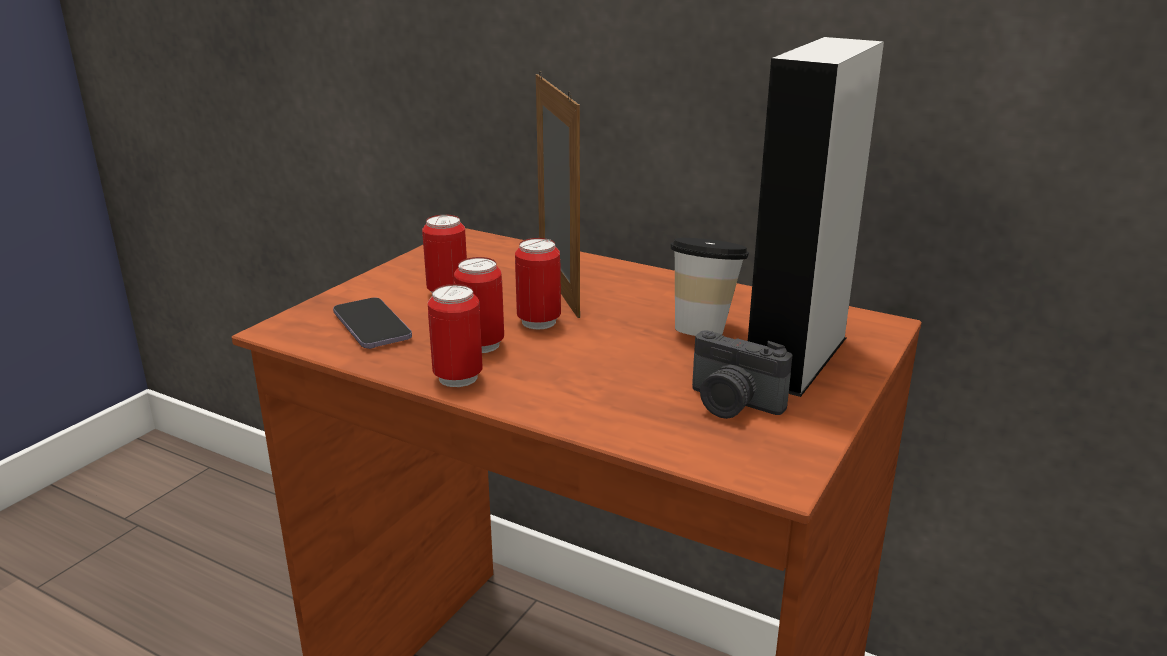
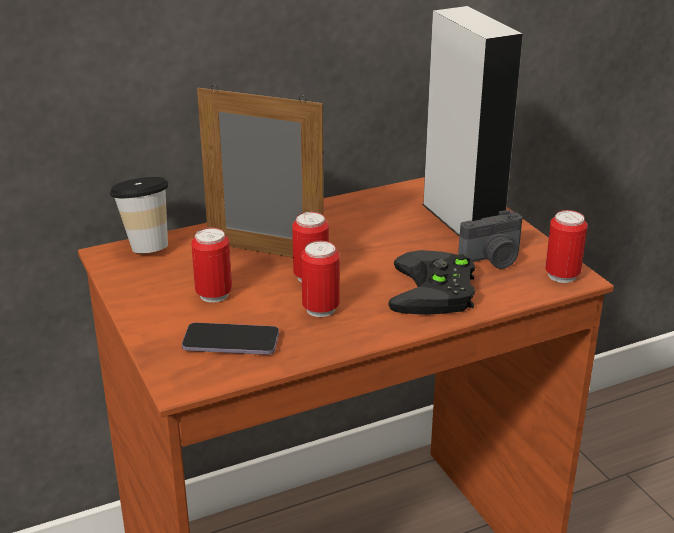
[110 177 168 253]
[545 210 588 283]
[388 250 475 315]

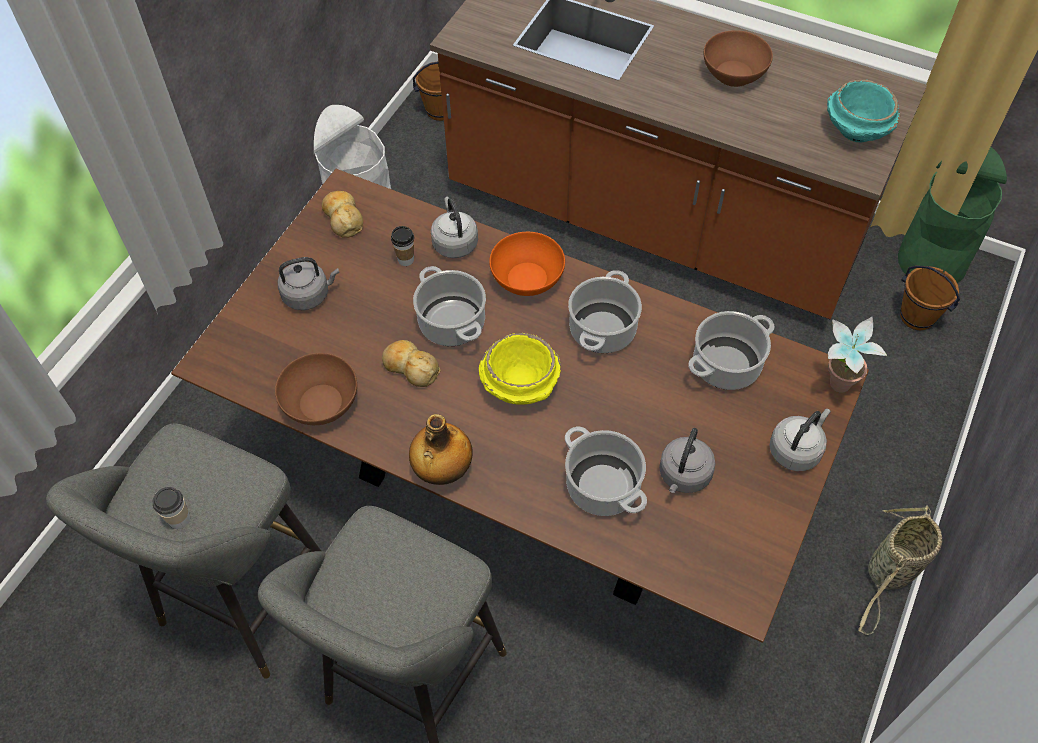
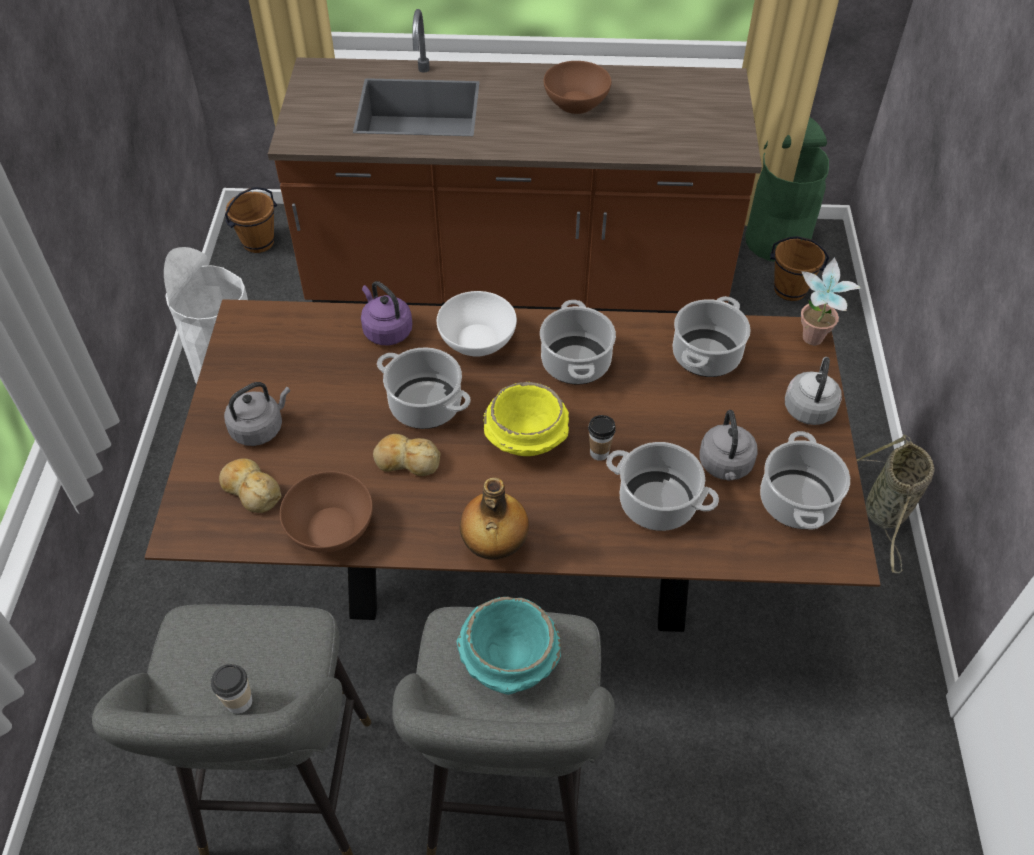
[457 597 561 695]
[219 458 281 513]
[361 281 412 345]
[588 415 616 461]
[437 291 517 357]
[760 431 850 529]

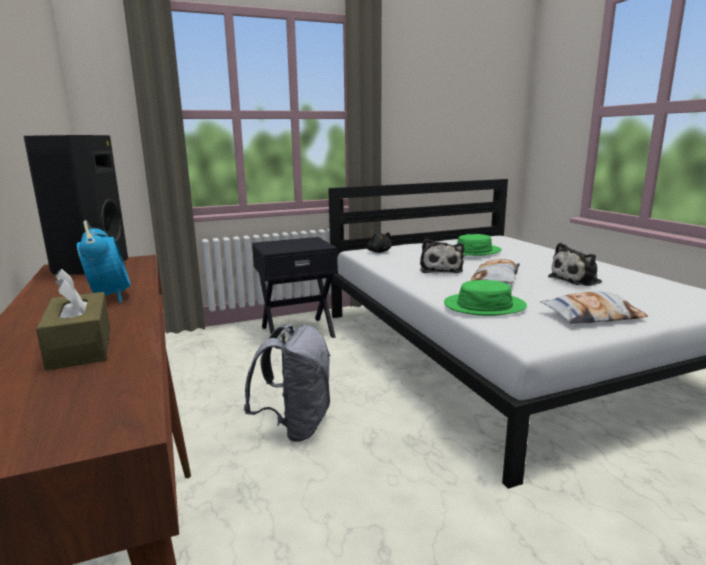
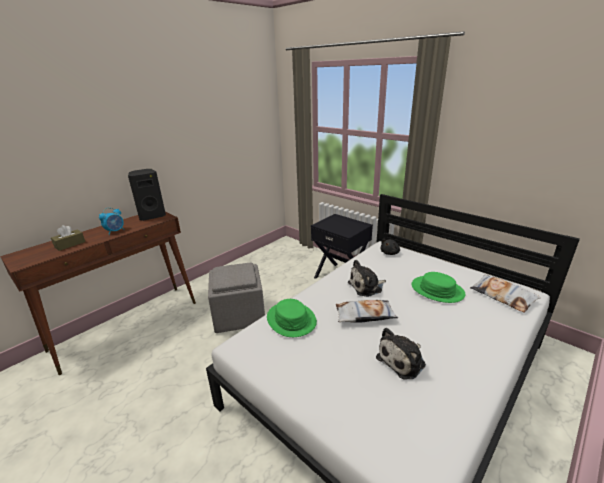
[376 328 426 379]
[470 274 541 313]
[208 263 265 333]

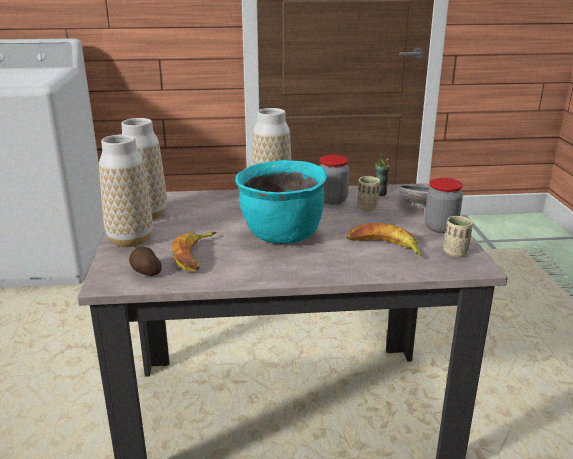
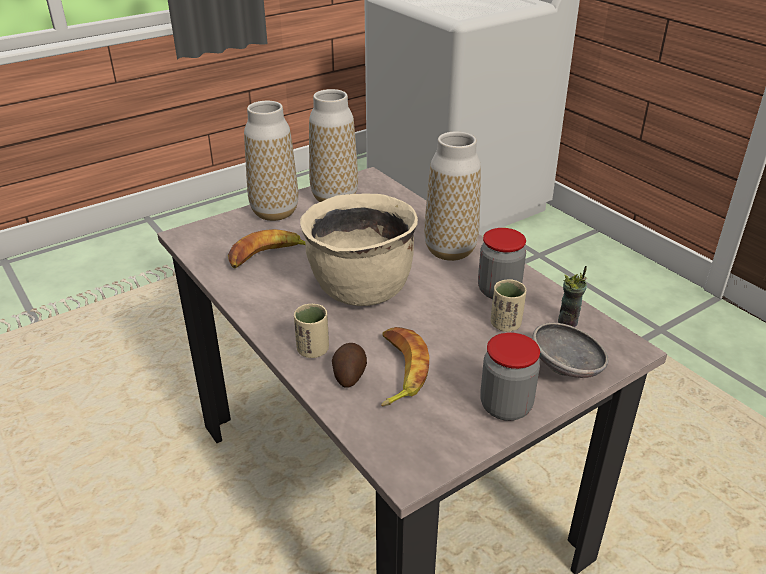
[300 194 418 306]
[294 304 329 358]
[332 343 367 387]

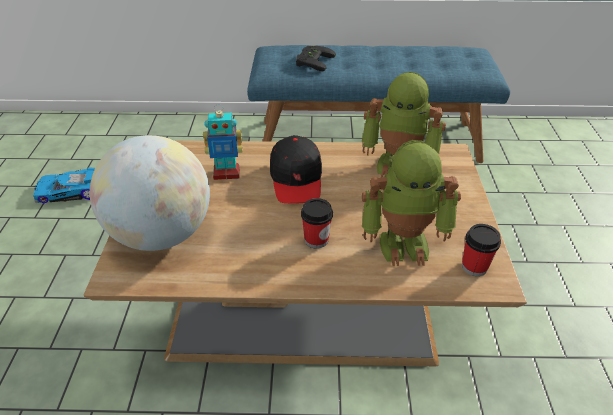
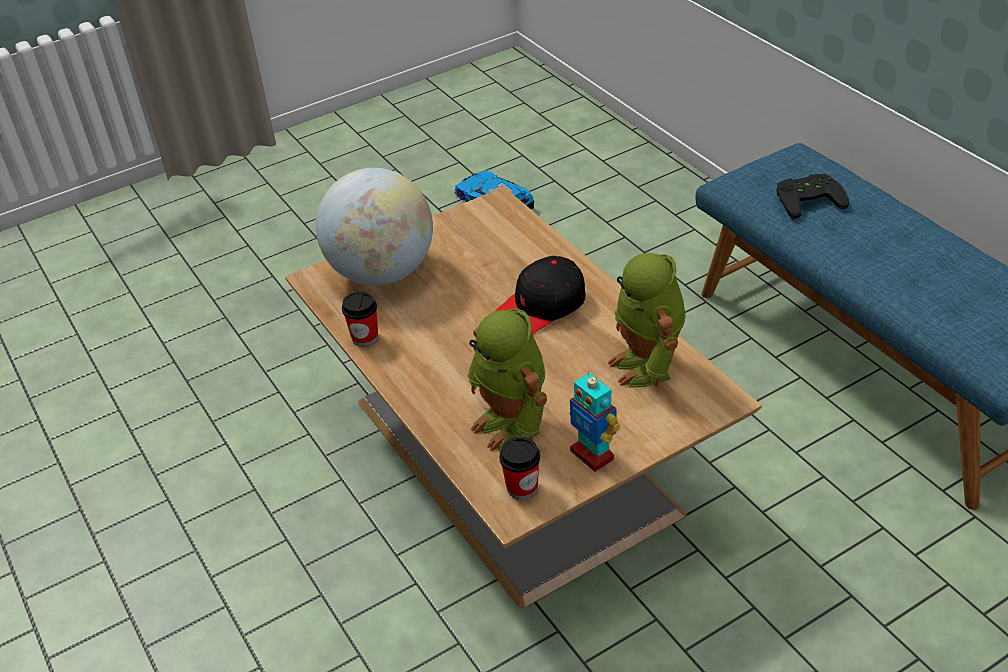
[569 370 620 472]
[342 291 378 347]

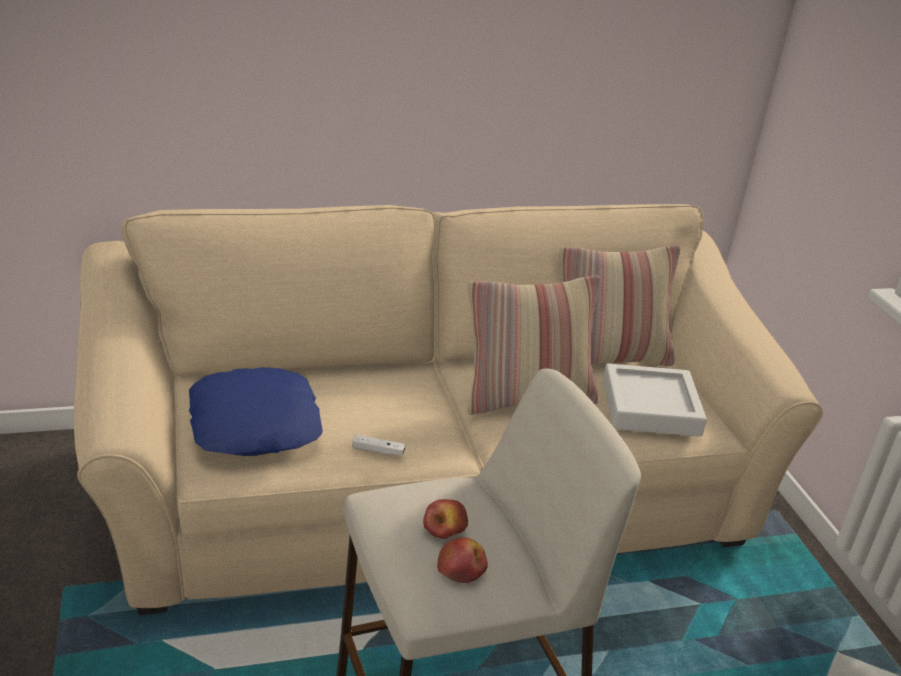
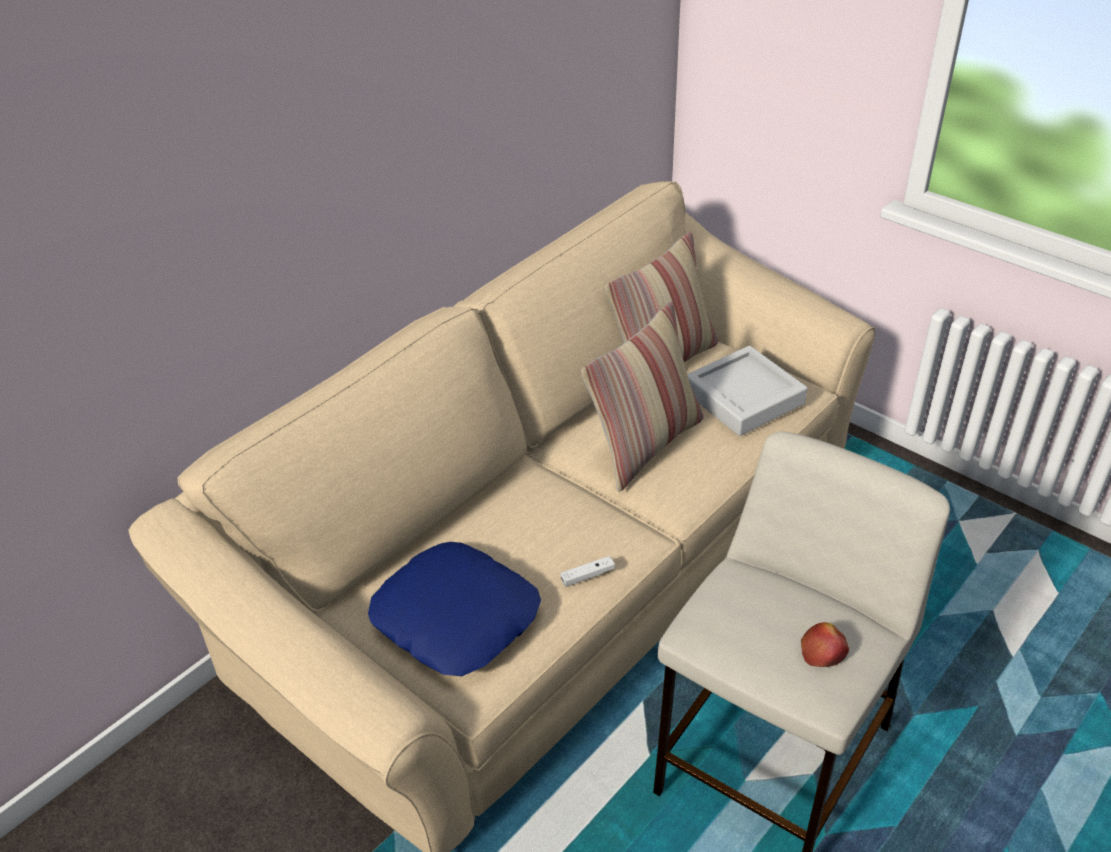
[423 499 468 539] (first image)

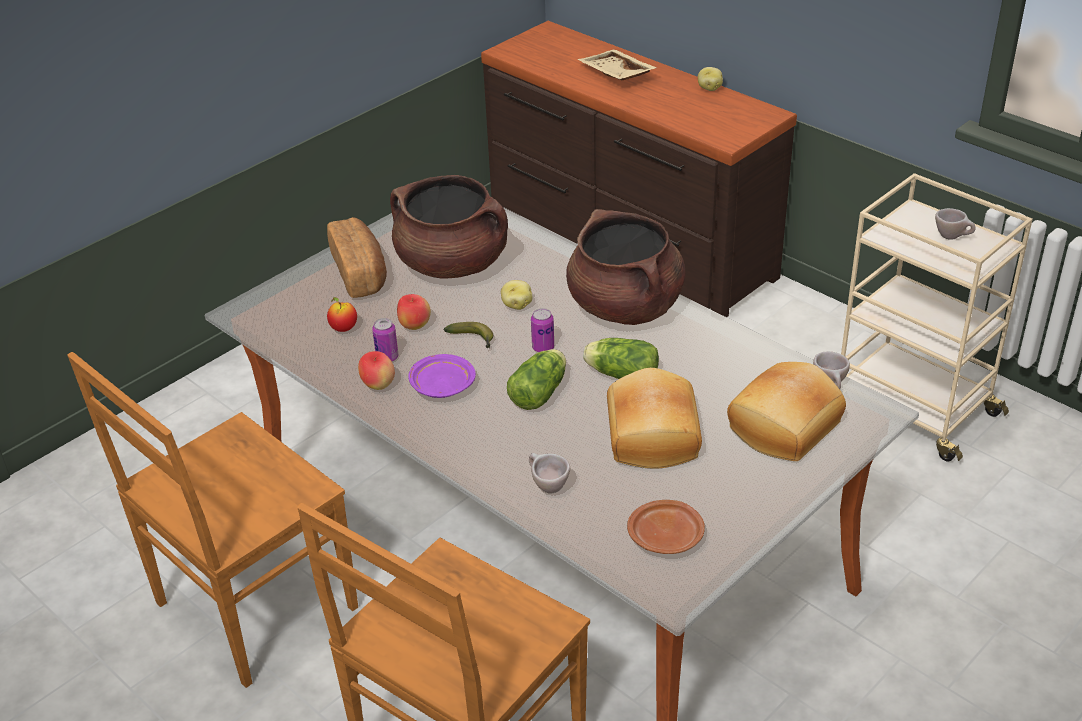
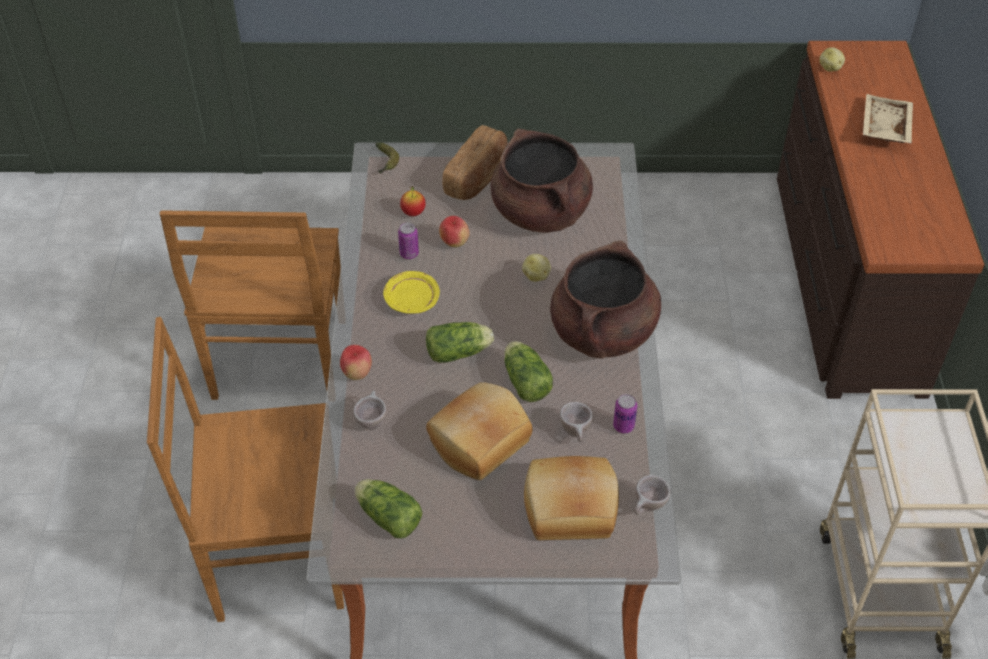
[819 47 845 72]
[560 402 593 442]
[613 394 637 433]
[375 143 399 174]
[340 345 372 380]
[160 210 341 400]
[383 271 440 314]
[355 479 422 538]

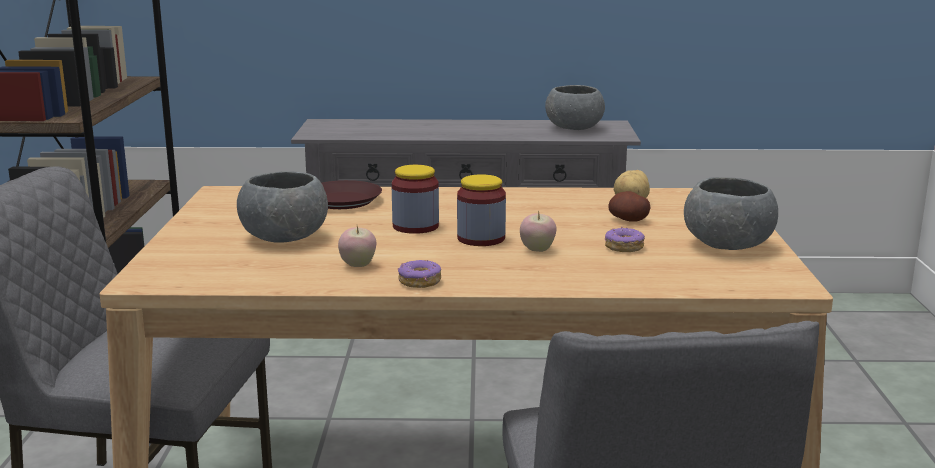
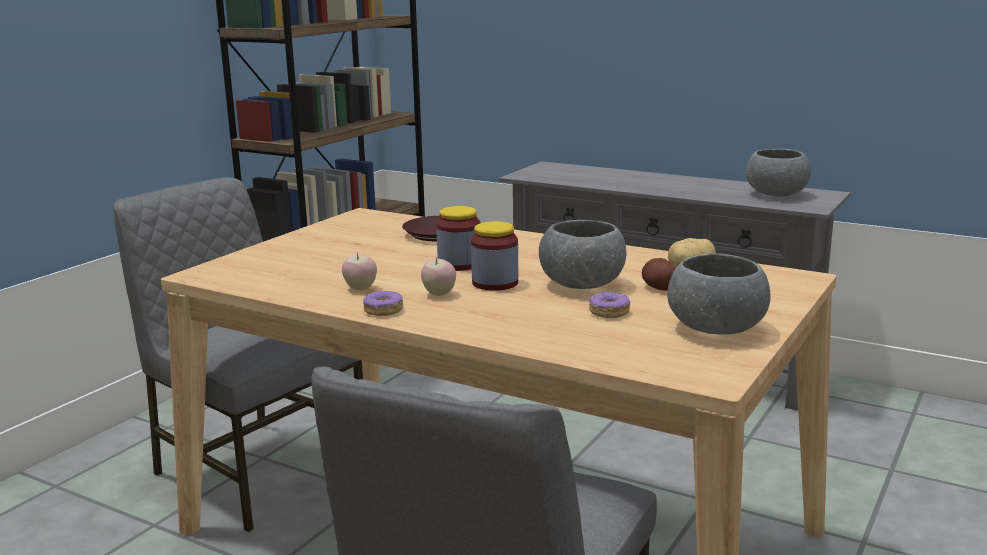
[539 220 627 289]
[421 256 456 296]

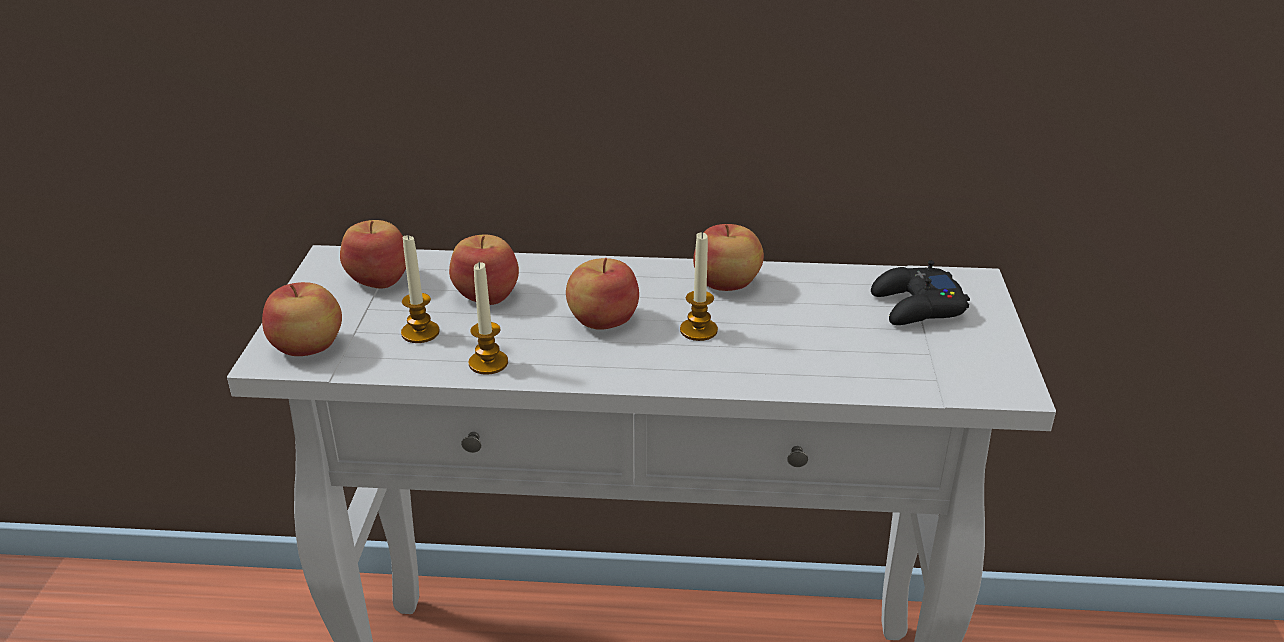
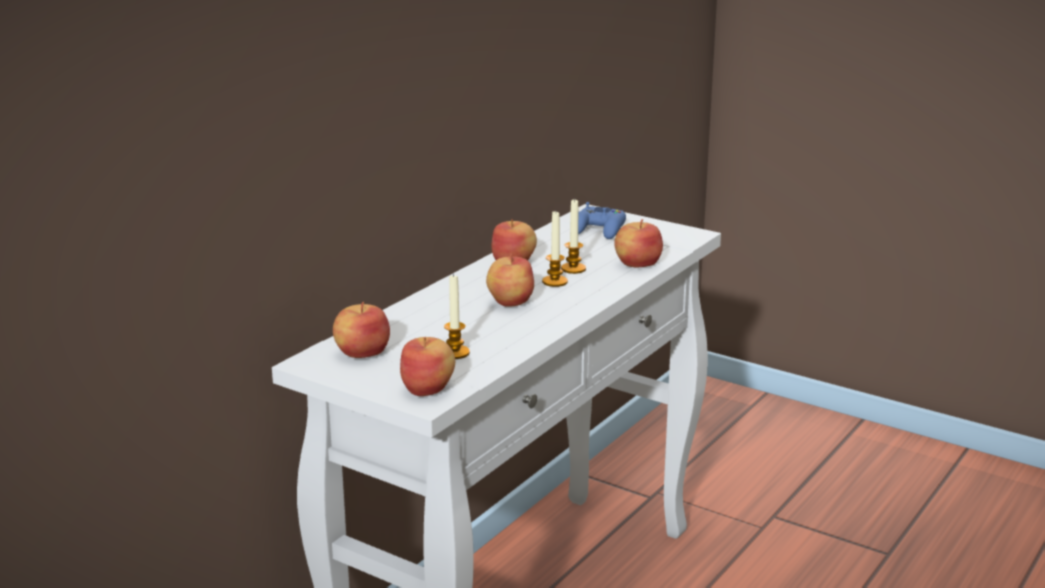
[614 219 663 267]
[578 202 626 239]
[561 199 586 274]

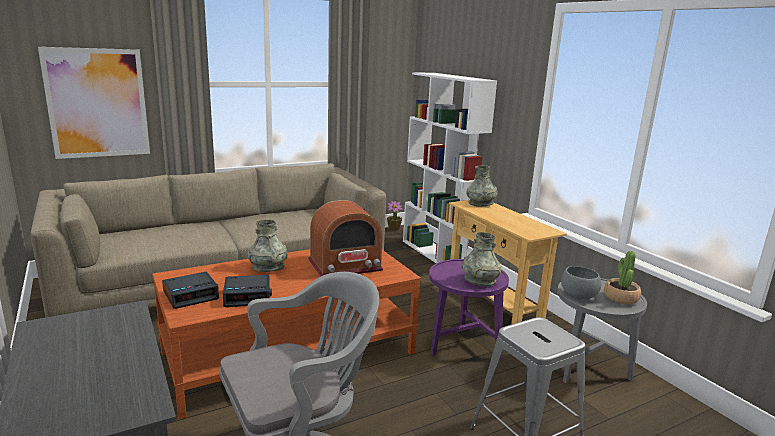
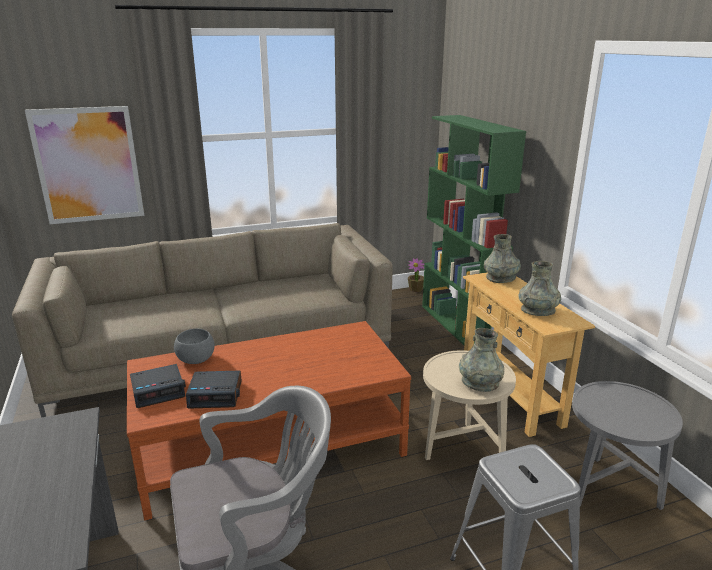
[422 115 526 348]
[308 200 383 277] (first image)
[518 261 561 316]
[604 251 641 304] (first image)
[423 350 516 460]
[174 328 215 364]

